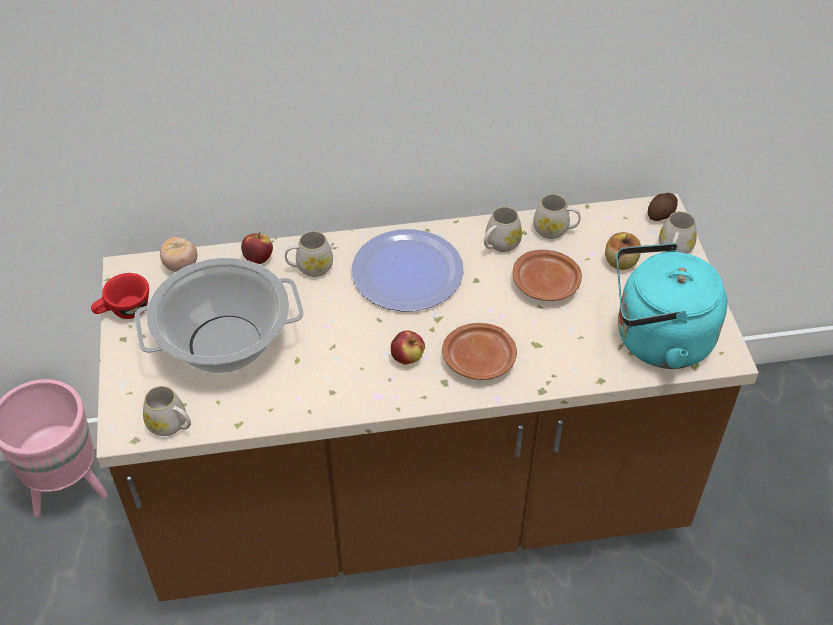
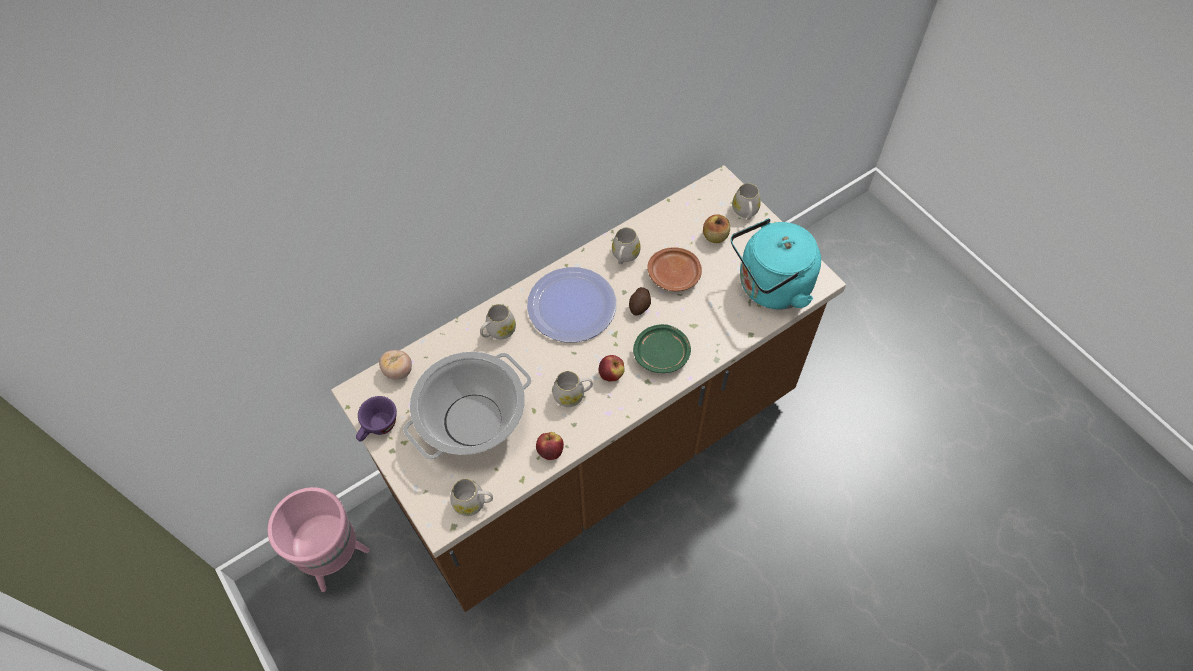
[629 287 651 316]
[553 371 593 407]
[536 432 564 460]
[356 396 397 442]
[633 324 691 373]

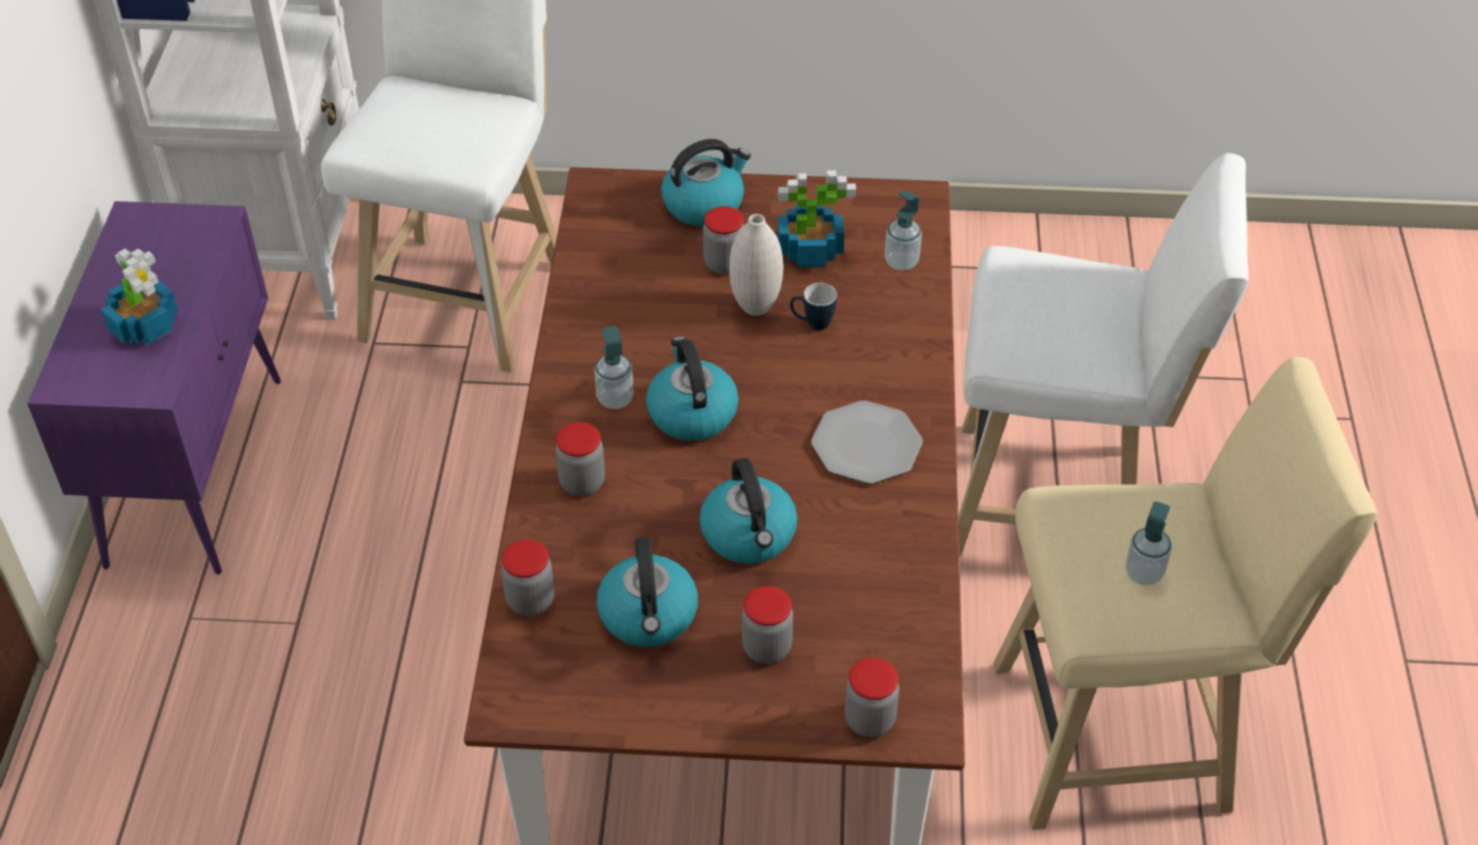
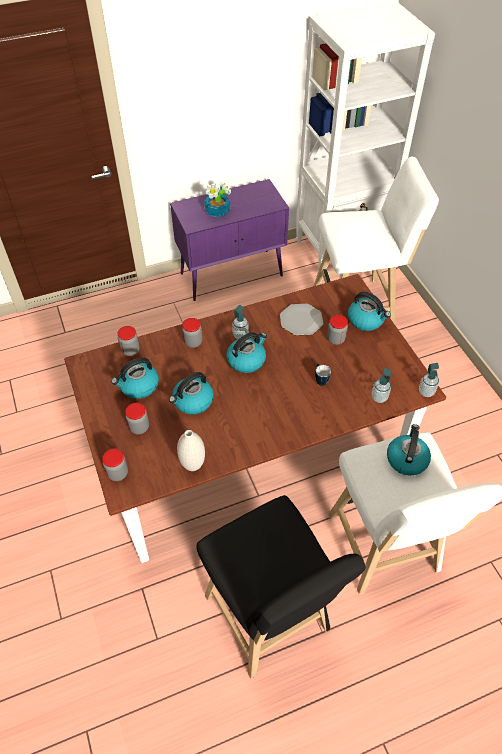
[778 170 856 268] (first image)
[177 430 205 471]
[196 495 366 679]
[280 304 323 335]
[419 363 439 397]
[387 424 431 476]

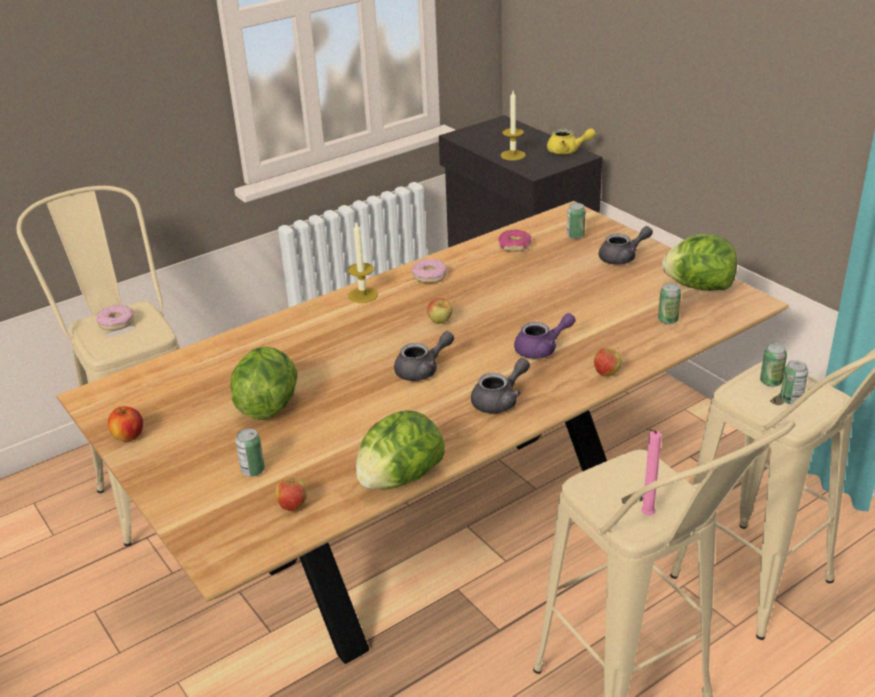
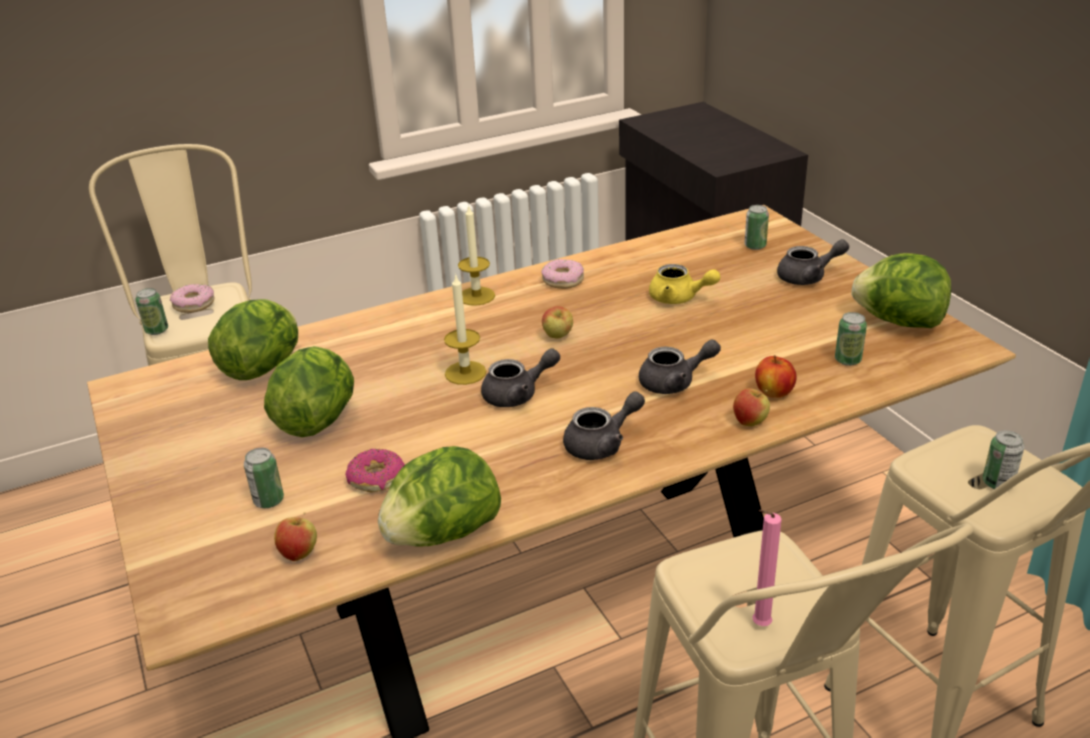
[444 273 486 385]
[649 264 720 304]
[346 449 405 493]
[639 339 721 394]
[136 288 168 335]
[755 355 796 398]
[208 299 298 380]

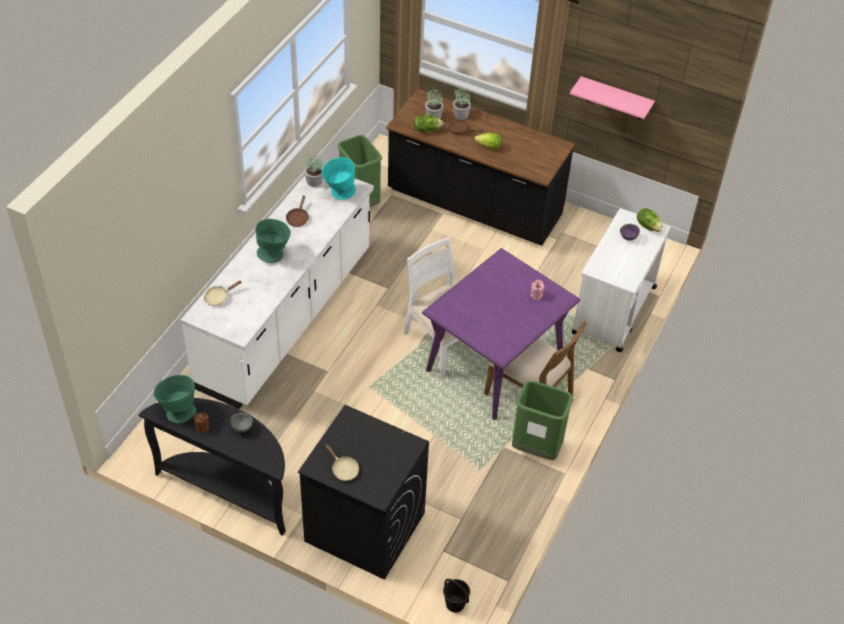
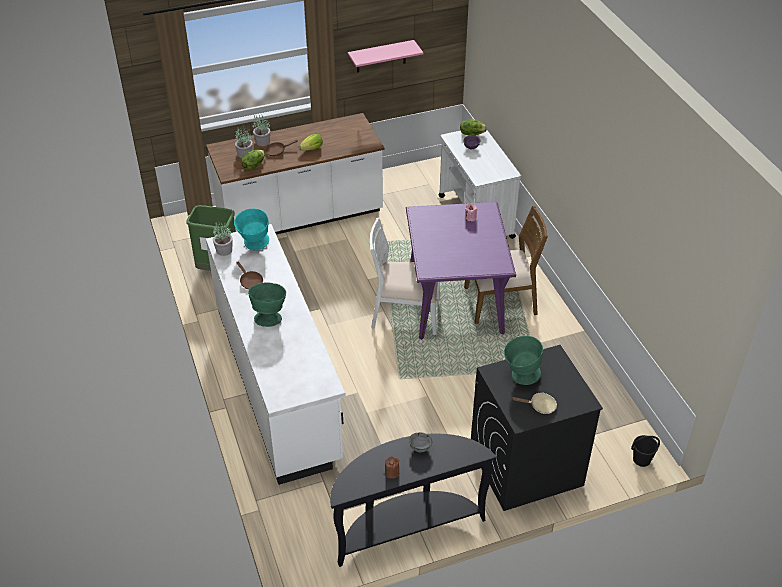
[206 113 384 235]
[204 280 242 306] (first image)
[504 336 543 385]
[512 381 573 460] (first image)

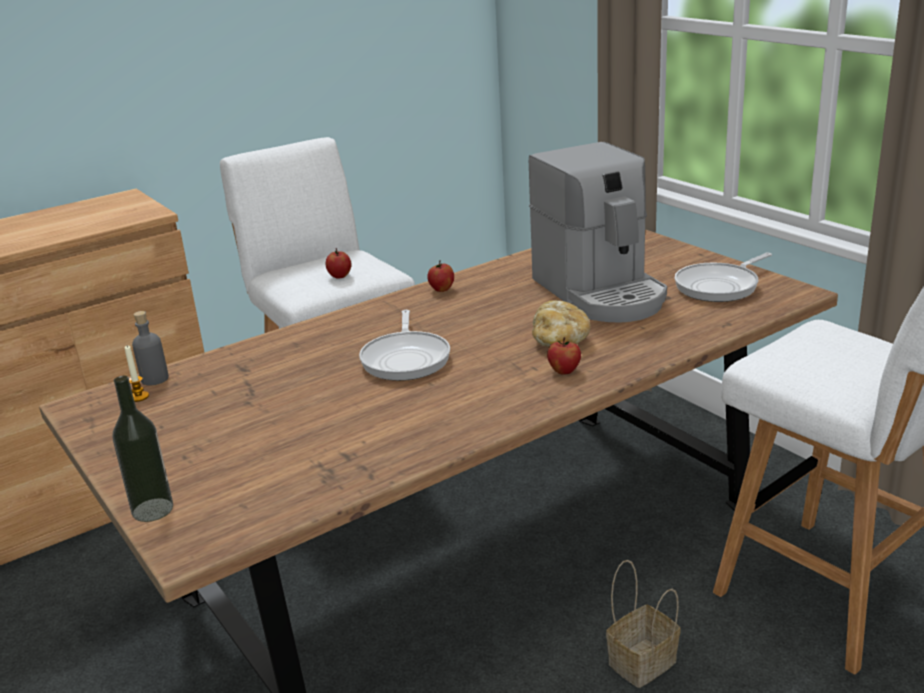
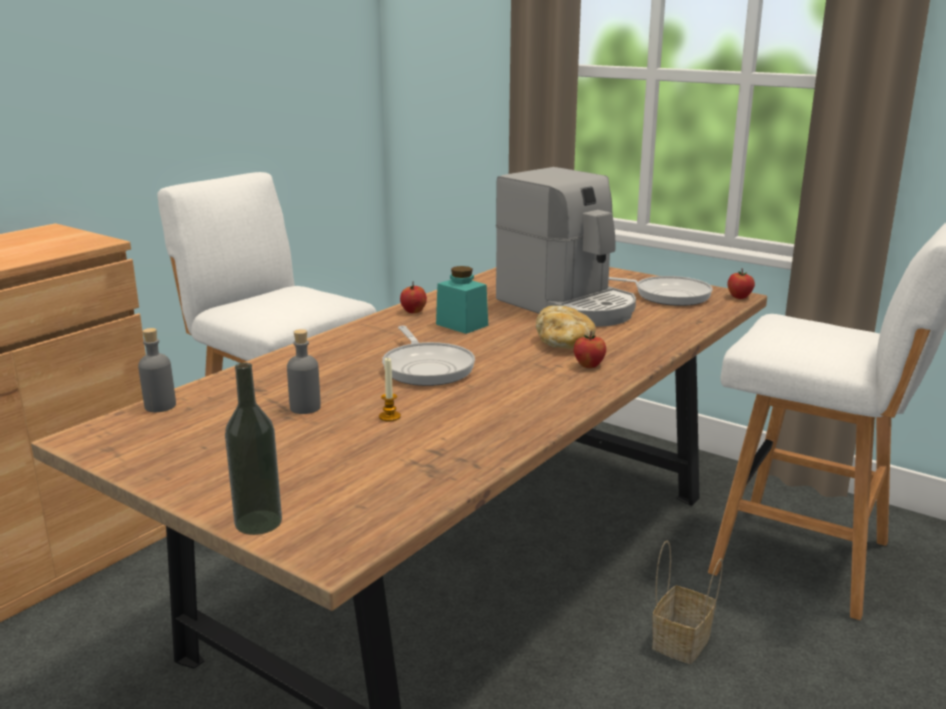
[728 269 755 299]
[609 276 712 306]
[379 358 401 421]
[436 266 488 334]
[287 329 321 414]

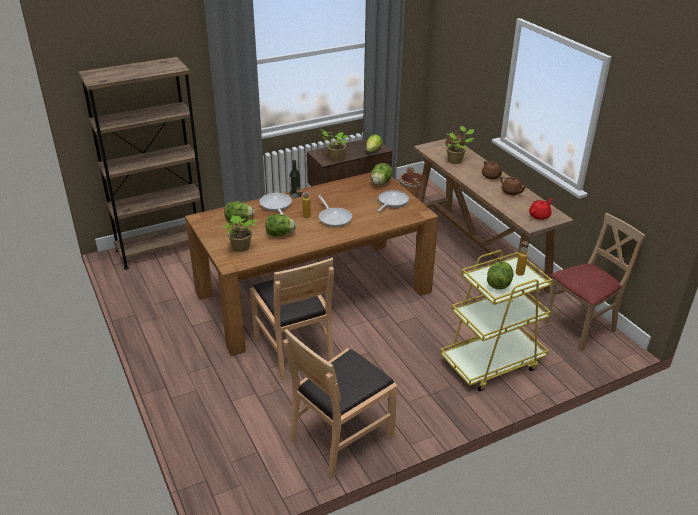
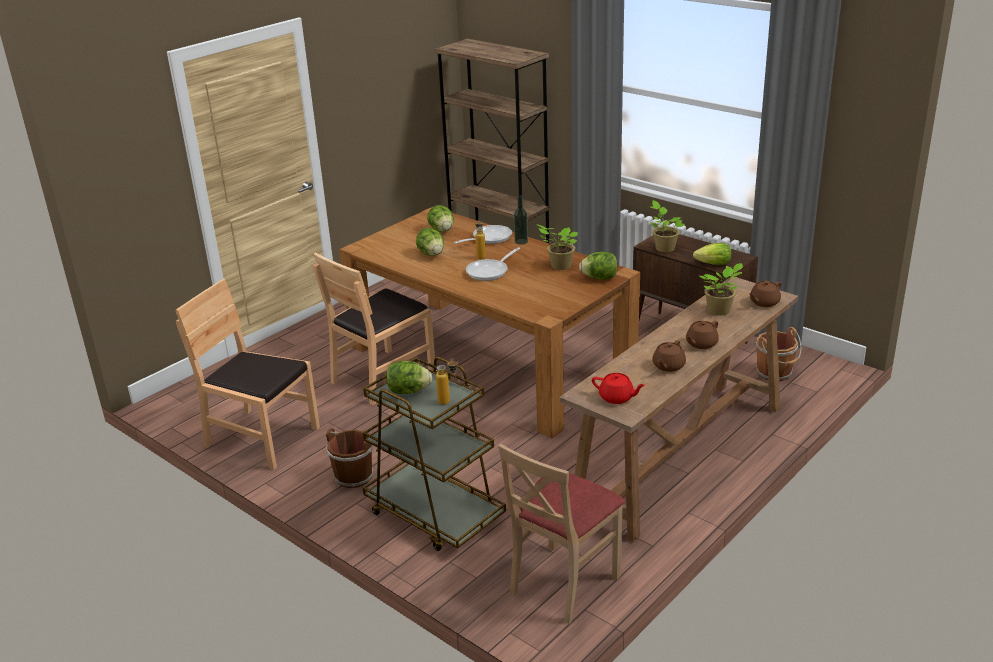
[377 190 409 212] (first image)
[498 444 625 624]
[536 224 578 270]
[362 357 506 551]
[326 428 373 488]

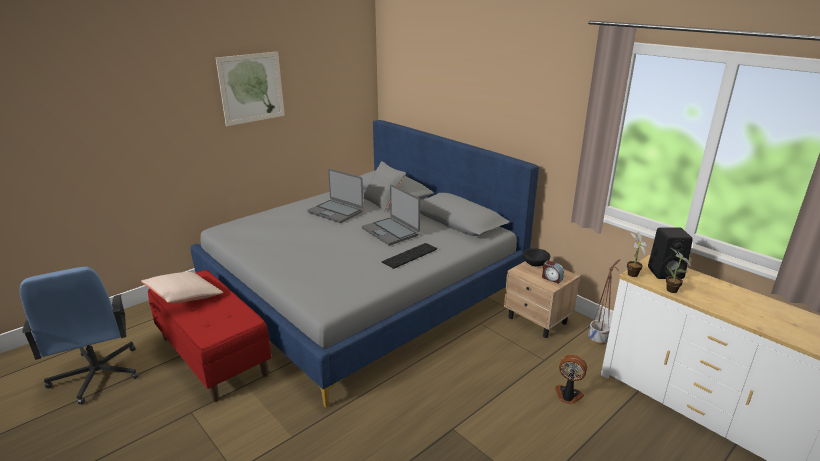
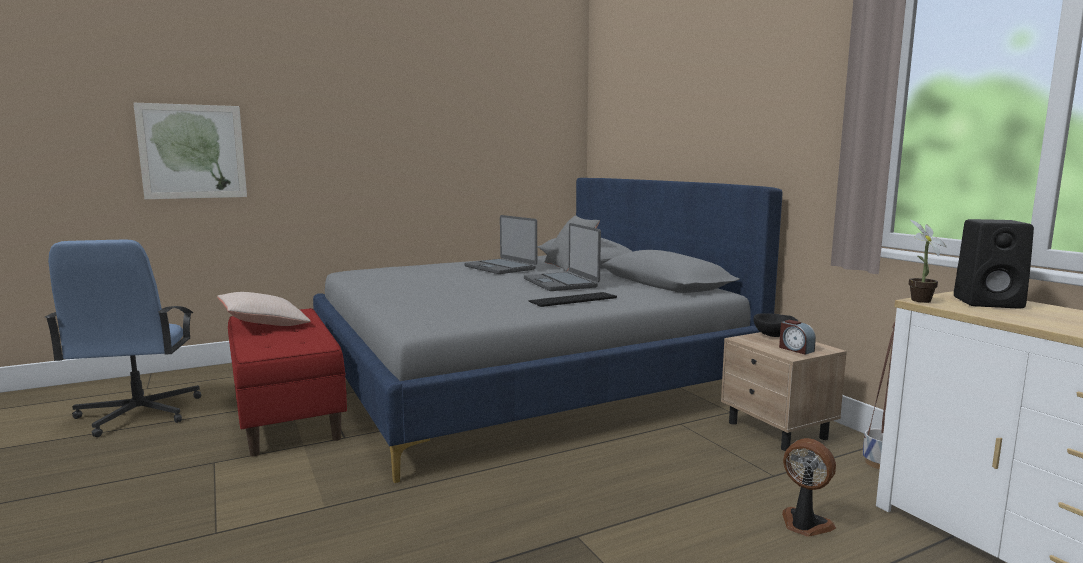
[133 103 247 199]
[666 247 692 293] (first image)

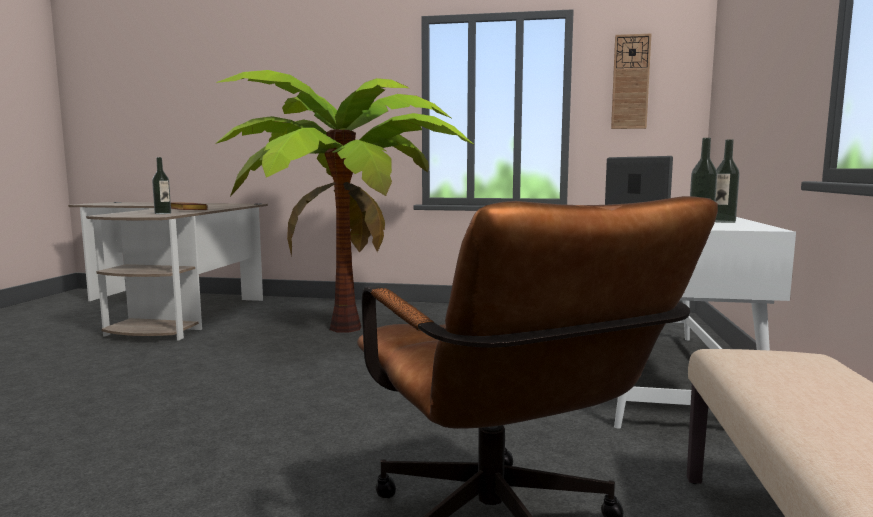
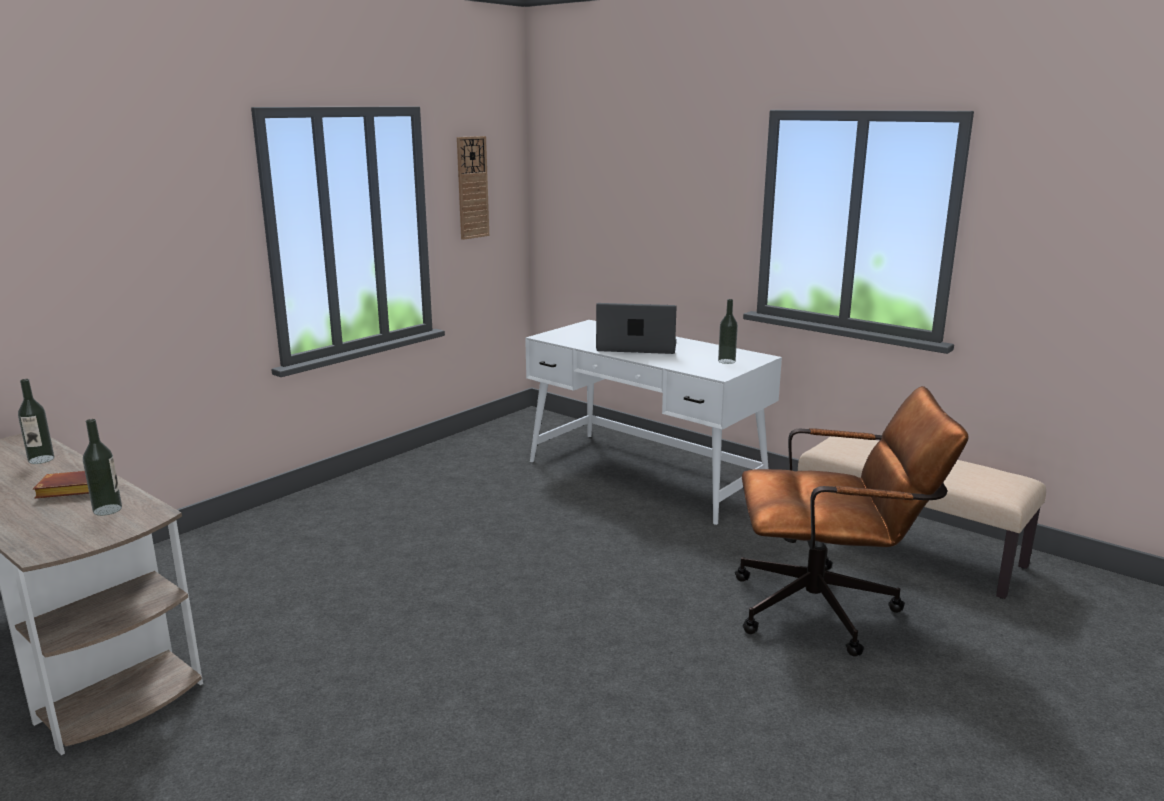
[215 70 473 333] (first image)
[18 379 54 464]

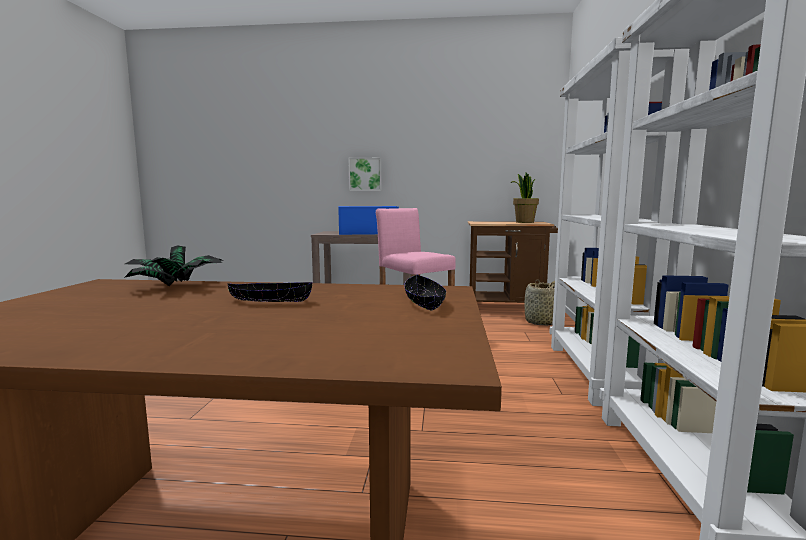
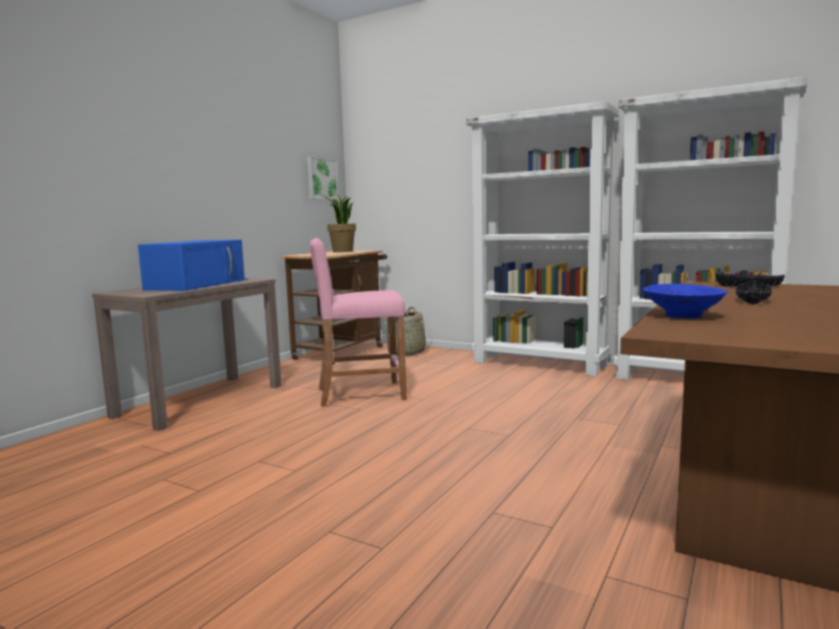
[307 157 338 199]
[643 284 728 319]

